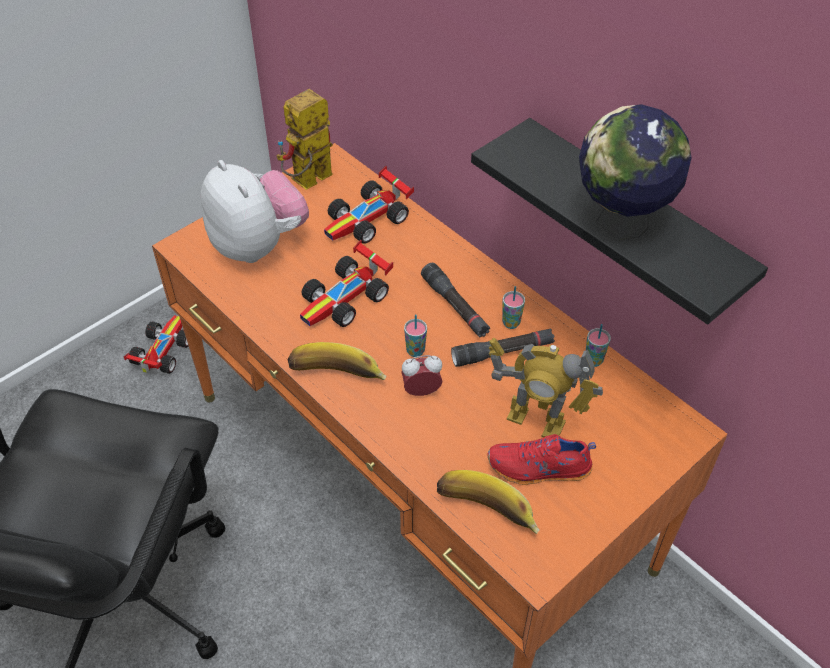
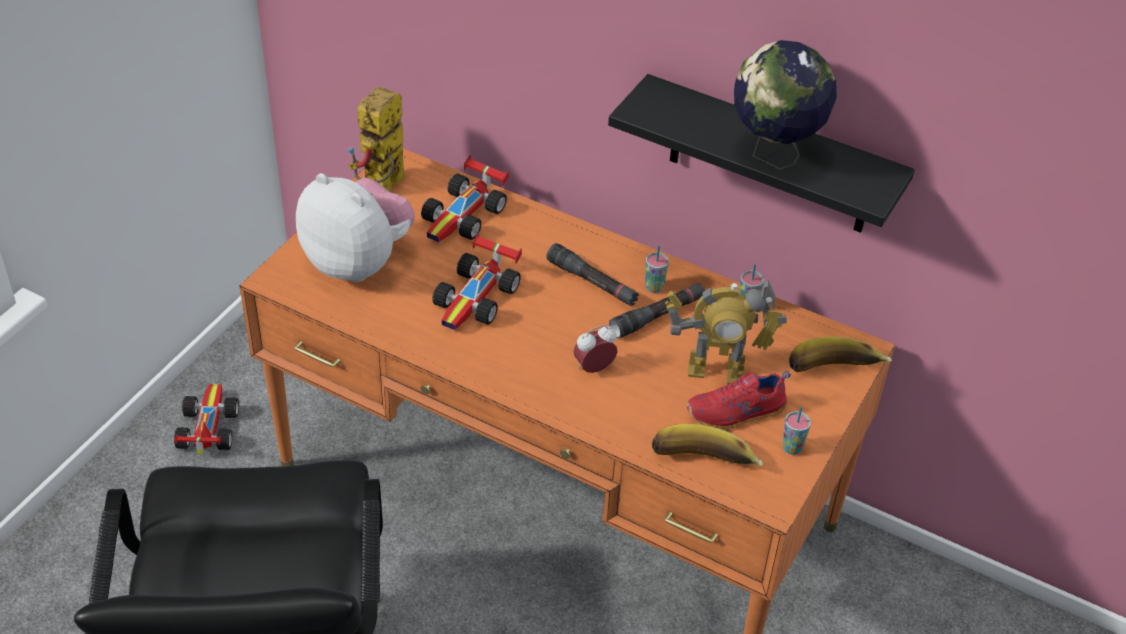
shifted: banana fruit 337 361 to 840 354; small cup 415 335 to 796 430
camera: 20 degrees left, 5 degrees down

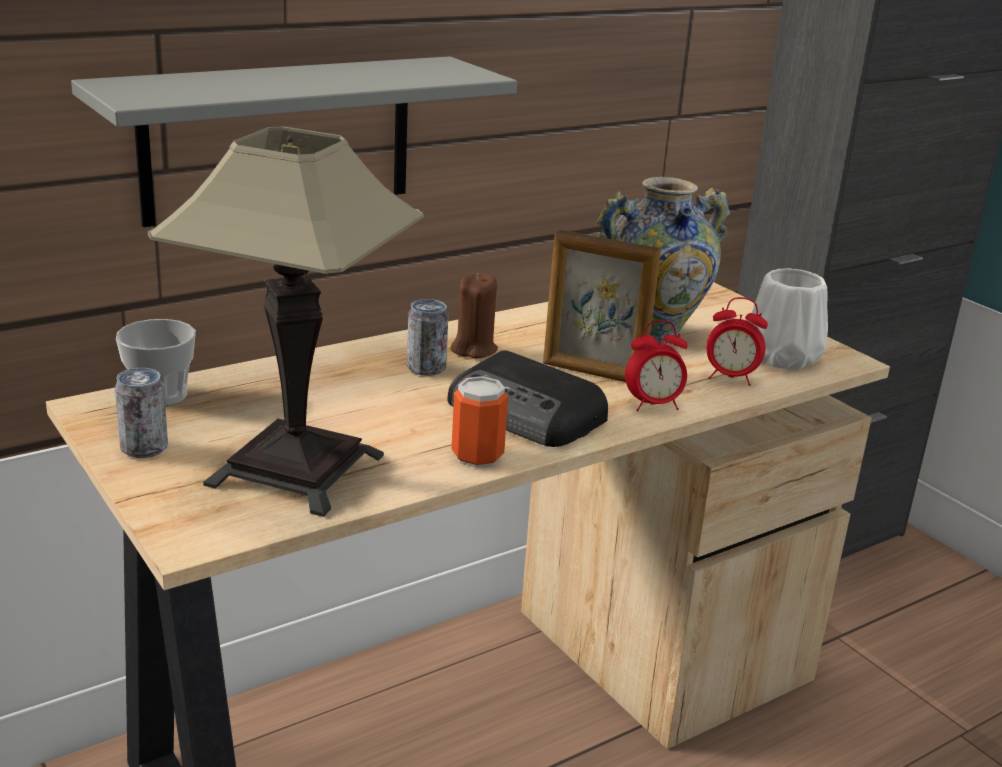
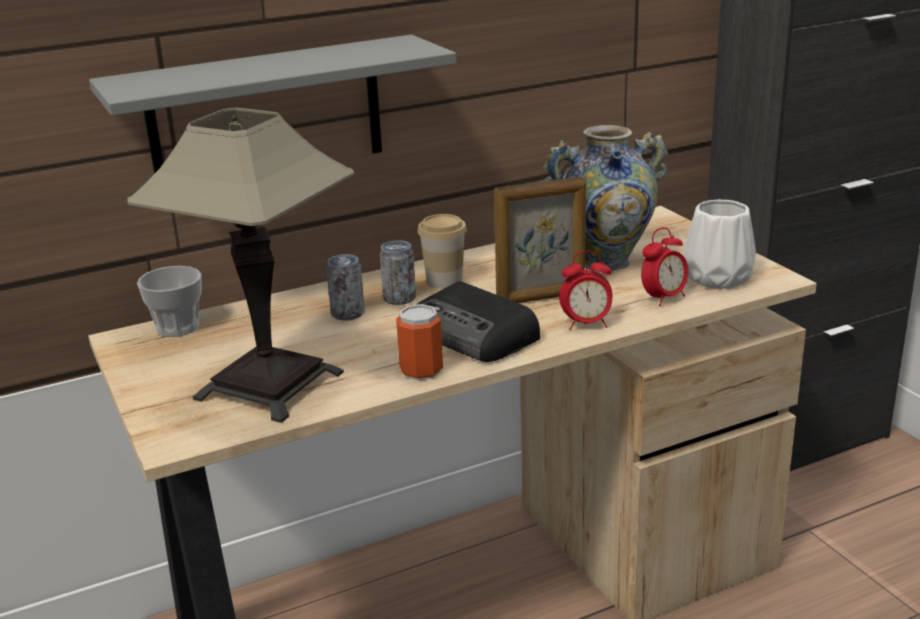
shifted: sealed can 141 413 to 345 287
swapped: wax light/brown 474 315 to small cup 442 251
rotated: photo frame 602 306 = 540 240 45 degrees counterclockwise; table clock 737 341 = 664 266 60 degrees counterclockwise
camera: 10 degrees right, 0 degrees up

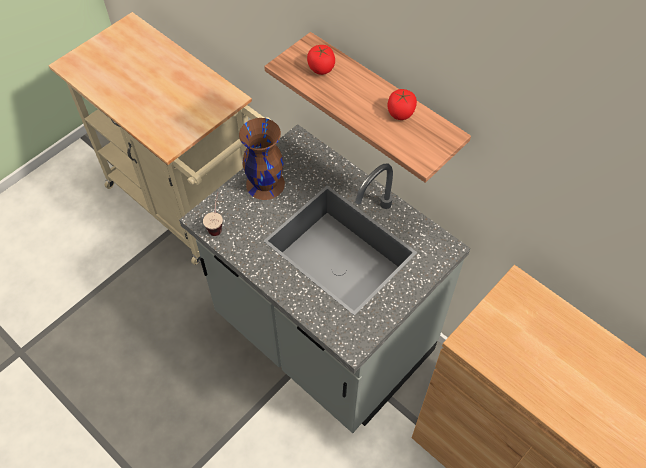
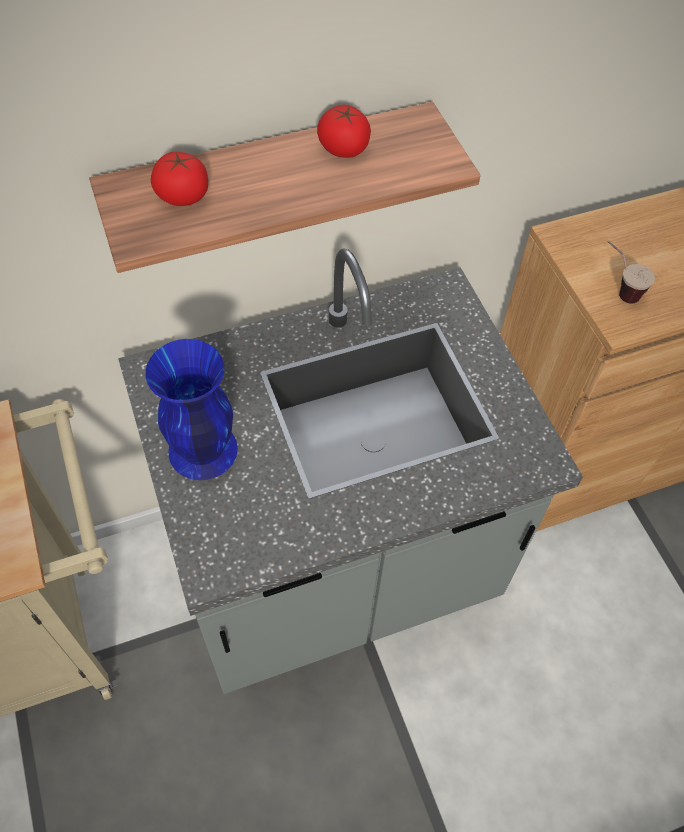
shifted: small cup 213 214 to 631 272
repainted: vase/brown 262 159 to vase/blue-coloured 191 409
camera: 65 degrees left, 0 degrees up

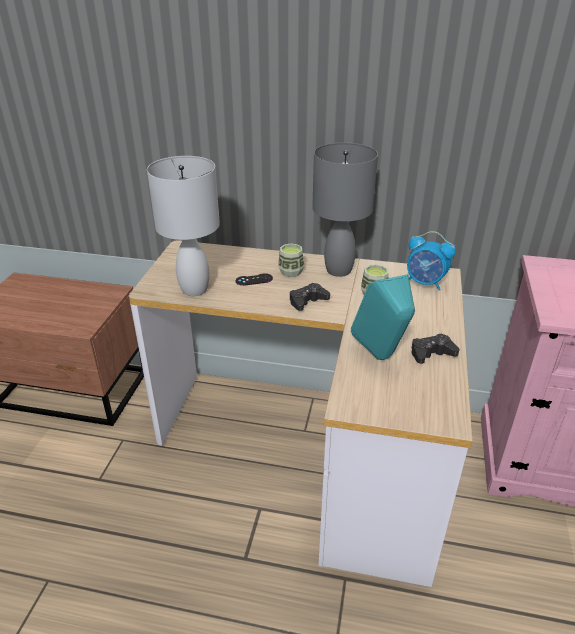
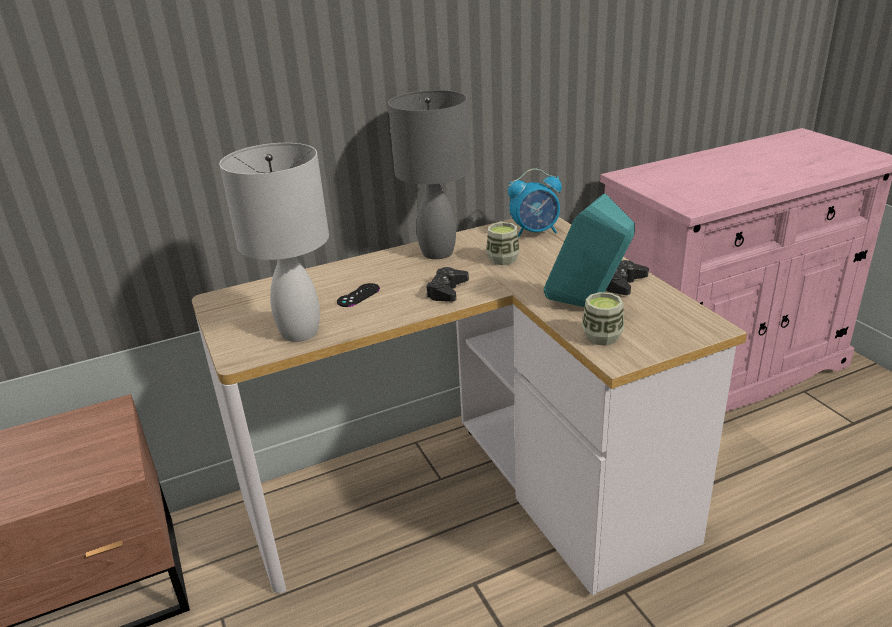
shifted: small cup 291 260 to 603 319
camera: 35 degrees left, 5 degrees down

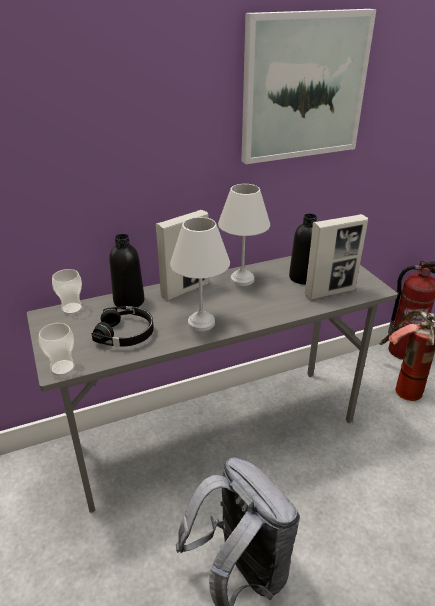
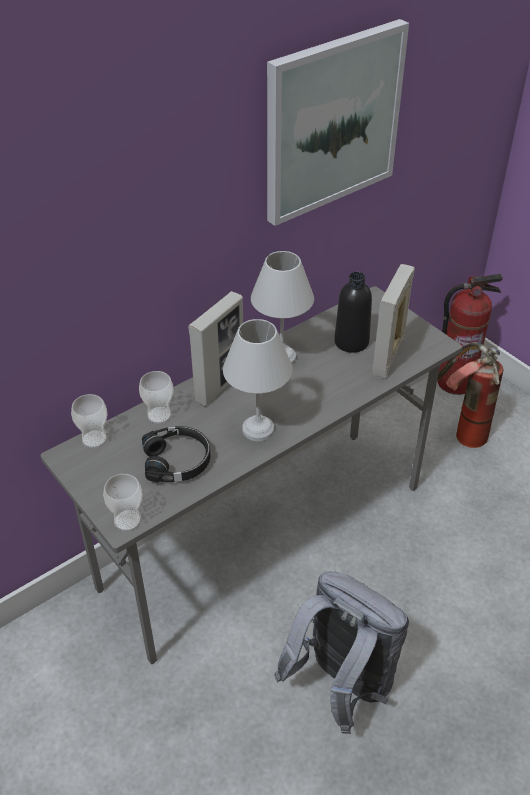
swapped: beverage bottle/black 127 271 to small cup 156 397
rotated: photo frame 336 257 = 393 321 150 degrees clockwise
camera: 15 degrees left, 10 degrees up

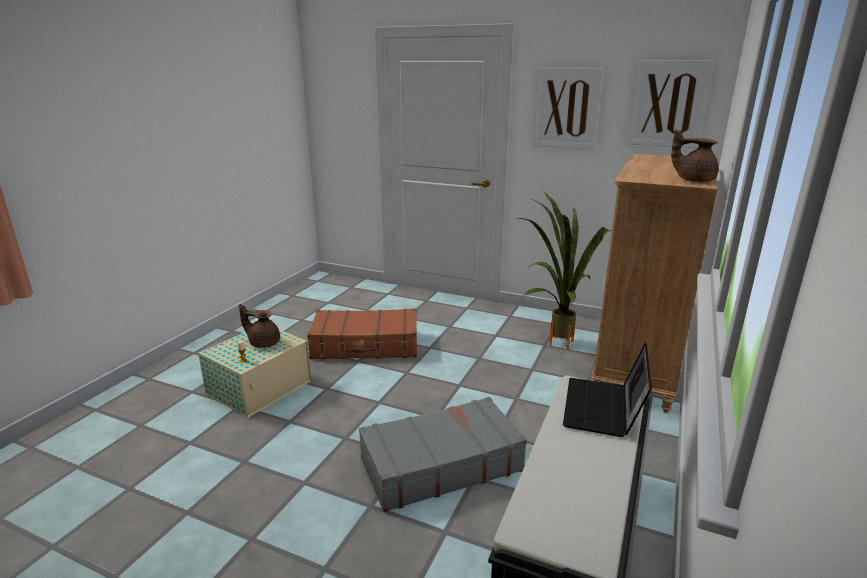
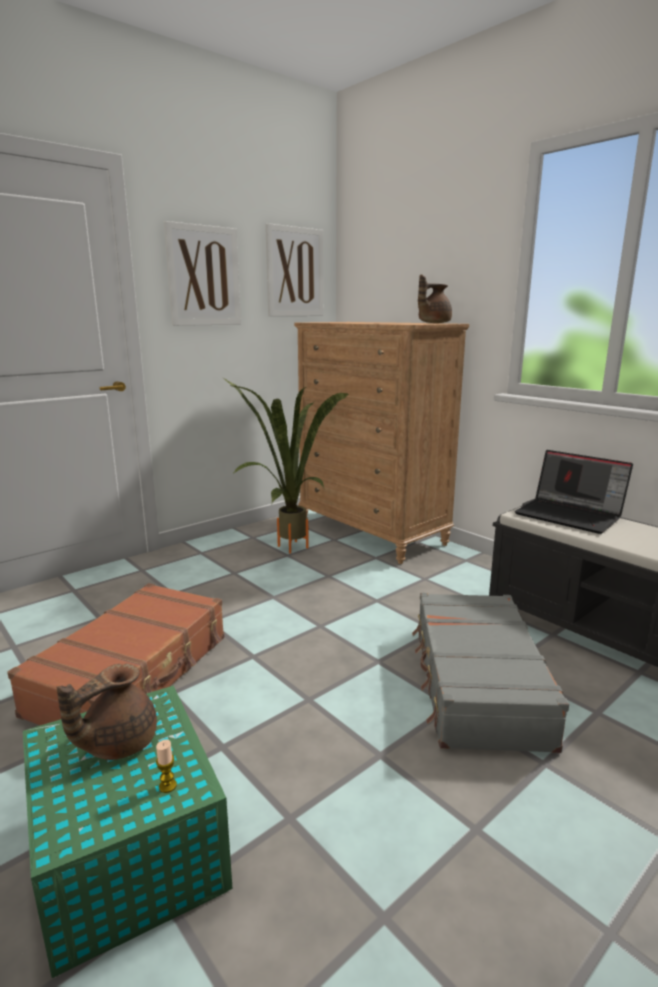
repainted: storage bin/beige-coloured 254 374 to storage bin/greenish 128 831
camera: 65 degrees left, 5 degrees down

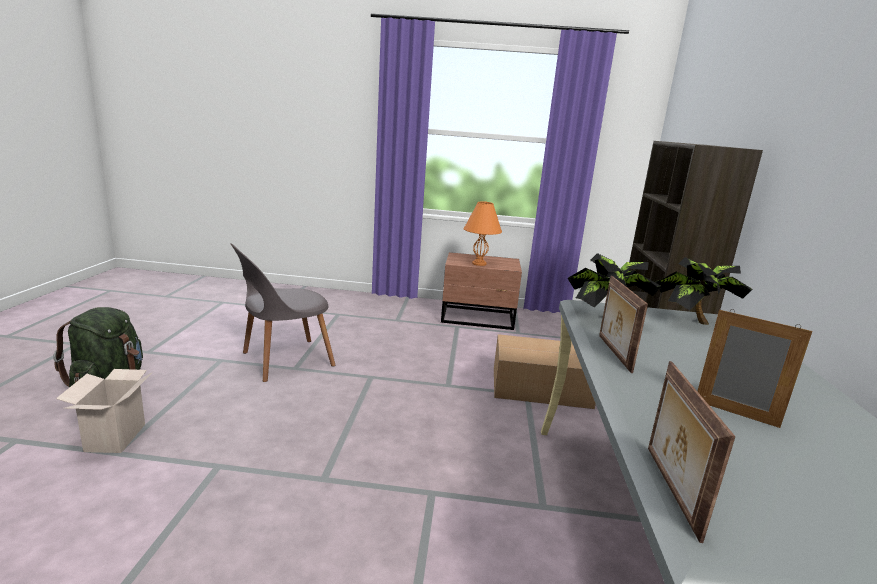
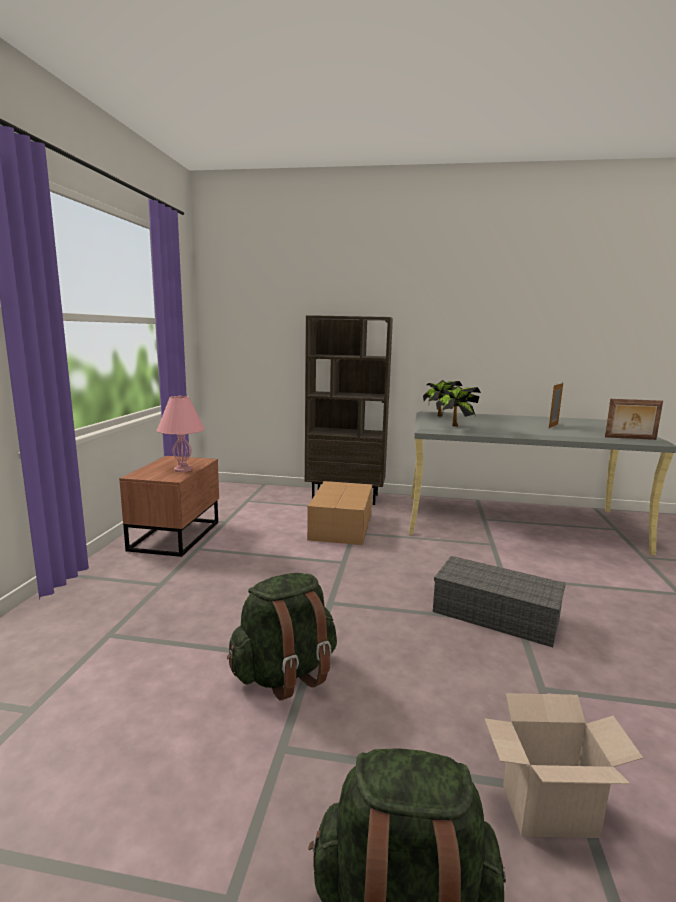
gone: photo frame 623 324
new: storage bin/greyish 499 601
swapped: plain chair/greyish 283 312 to knapsack/greenish 282 637
repainted: table lamp/orangey 483 233 to table lamp/pinkish 180 433
camera: 85 degrees left, 5 degrees down

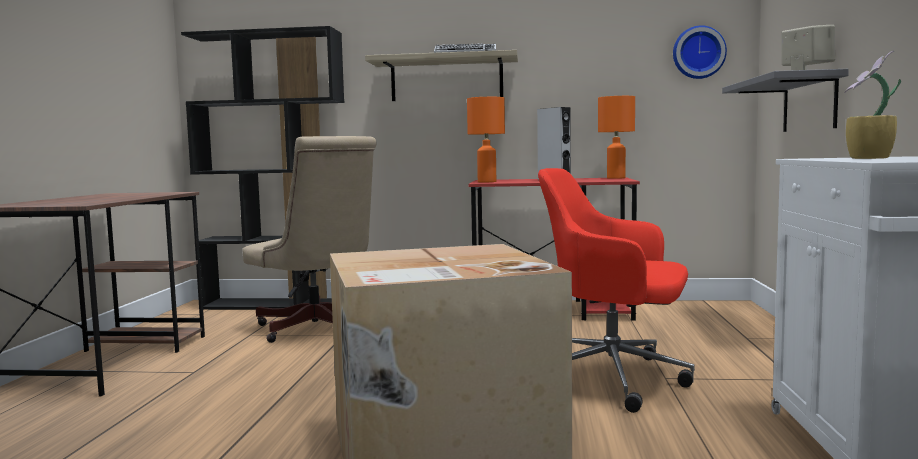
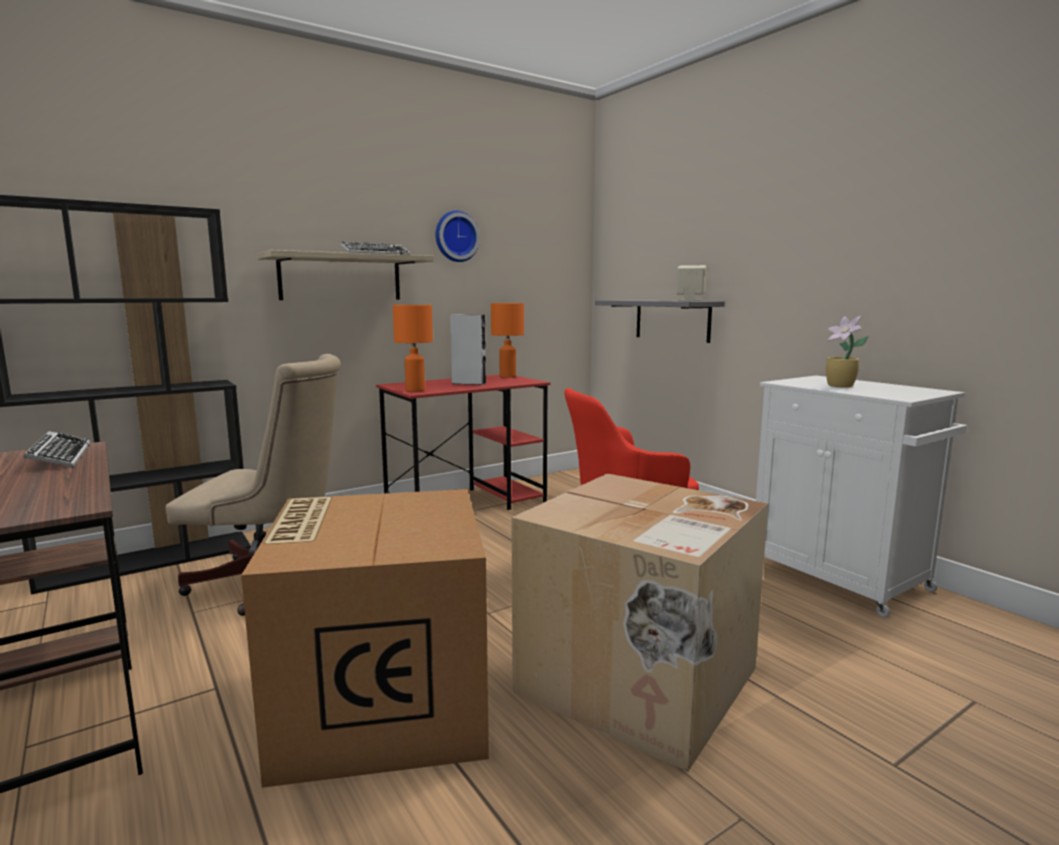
new: computer keyboard 57 449; packing box 365 638
shifted: wall clock 700 52 to 458 236
camera: 40 degrees left, 5 degrees up

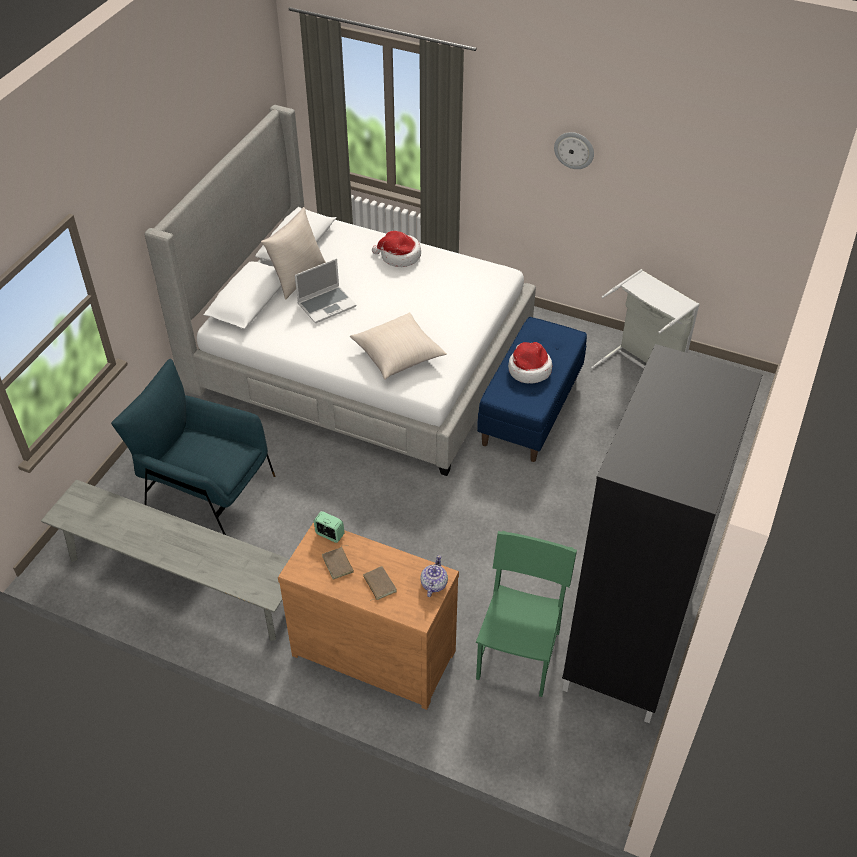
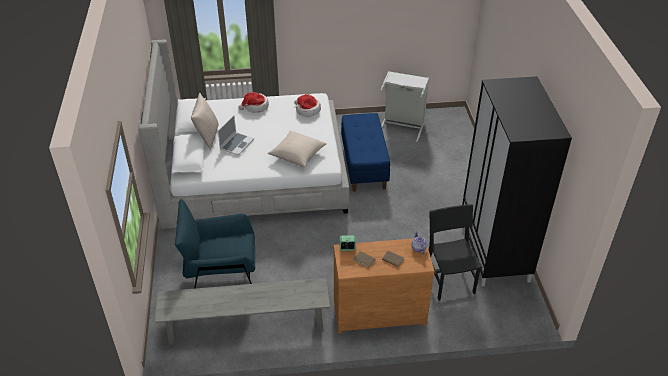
gone: wall clock 574 150
shifted: clothing hat 530 362 to 308 105
repainted: plain chair/greenish 526 614 to plain chair/black 455 252
camera: 30 degrees left, 5 degrees down

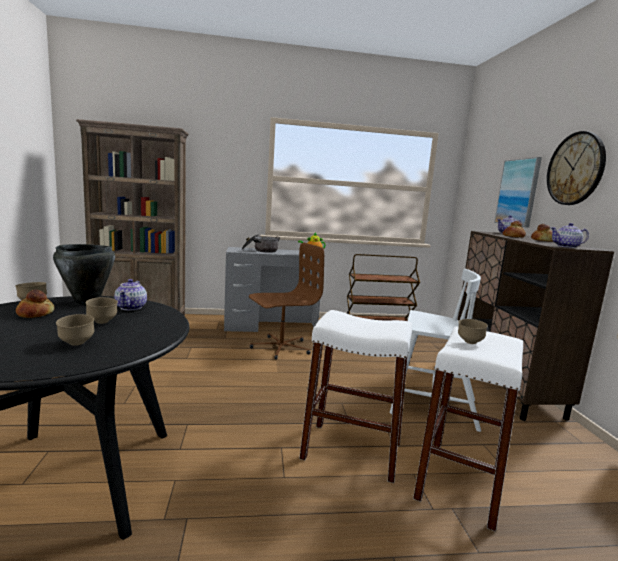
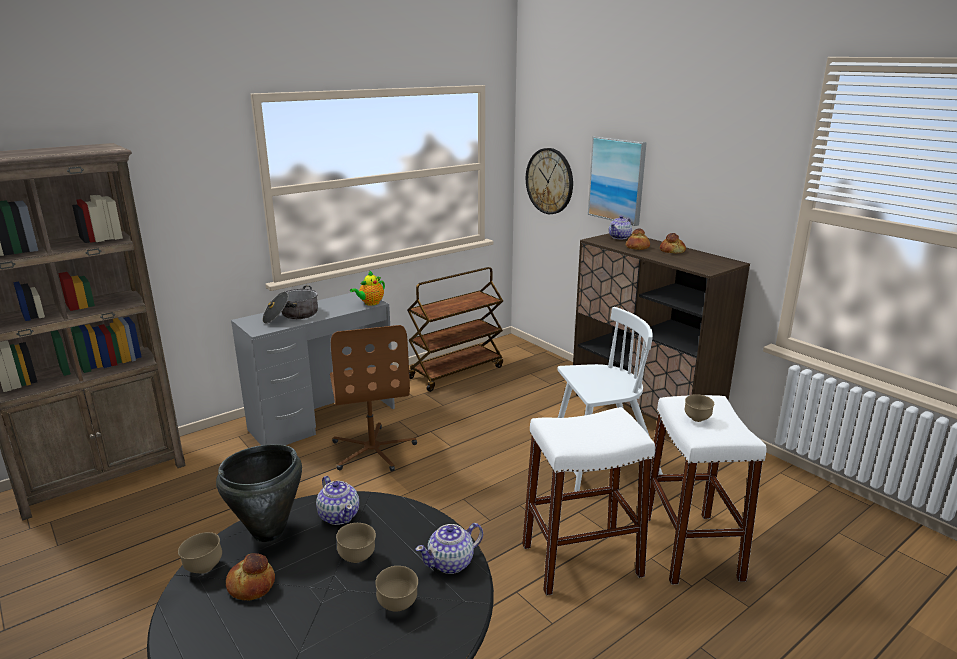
shifted: wall clock 576 168 to 549 181; teapot 569 235 to 449 548
rotated: office chair/brown 286 301 = 373 398 135 degrees clockwise
camera: 30 degrees left, 10 degrees up

